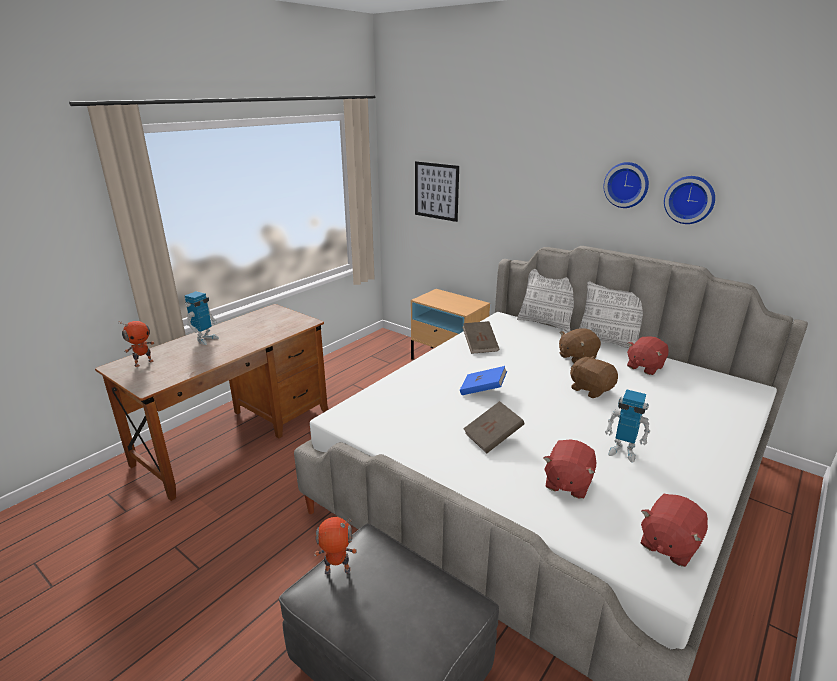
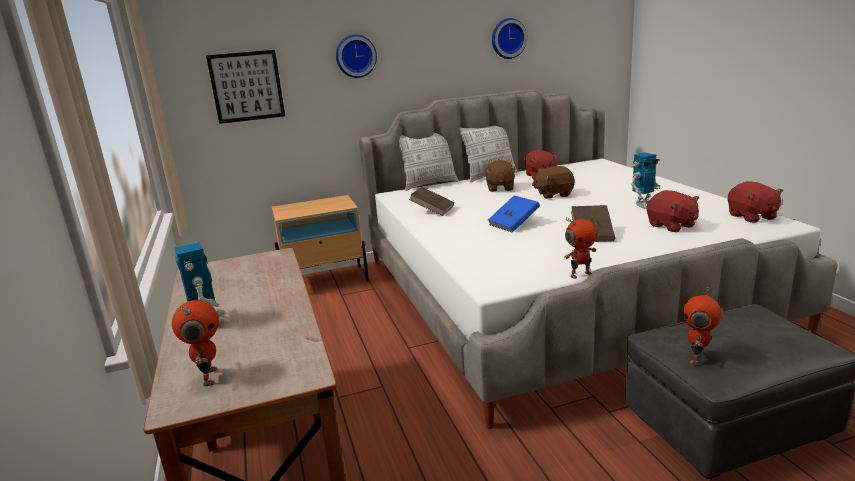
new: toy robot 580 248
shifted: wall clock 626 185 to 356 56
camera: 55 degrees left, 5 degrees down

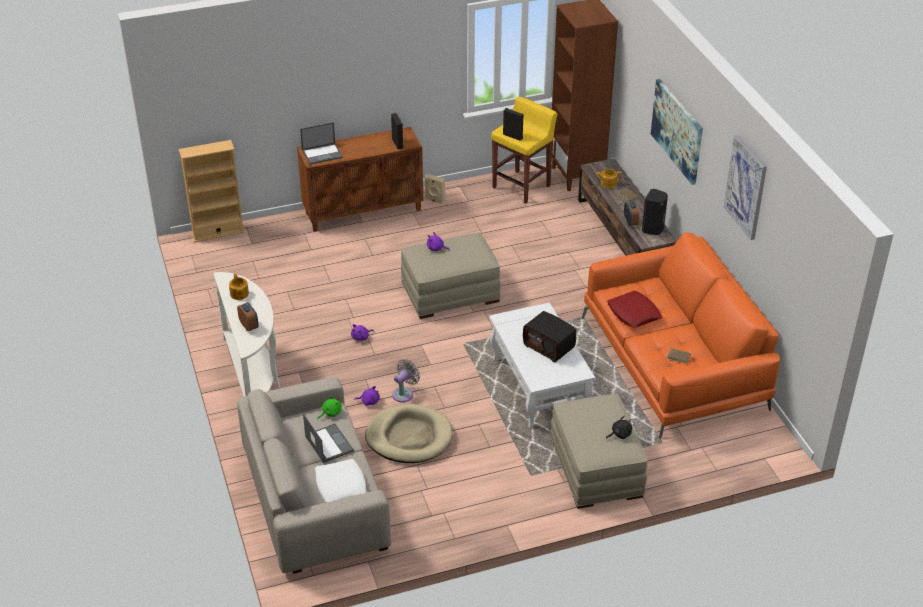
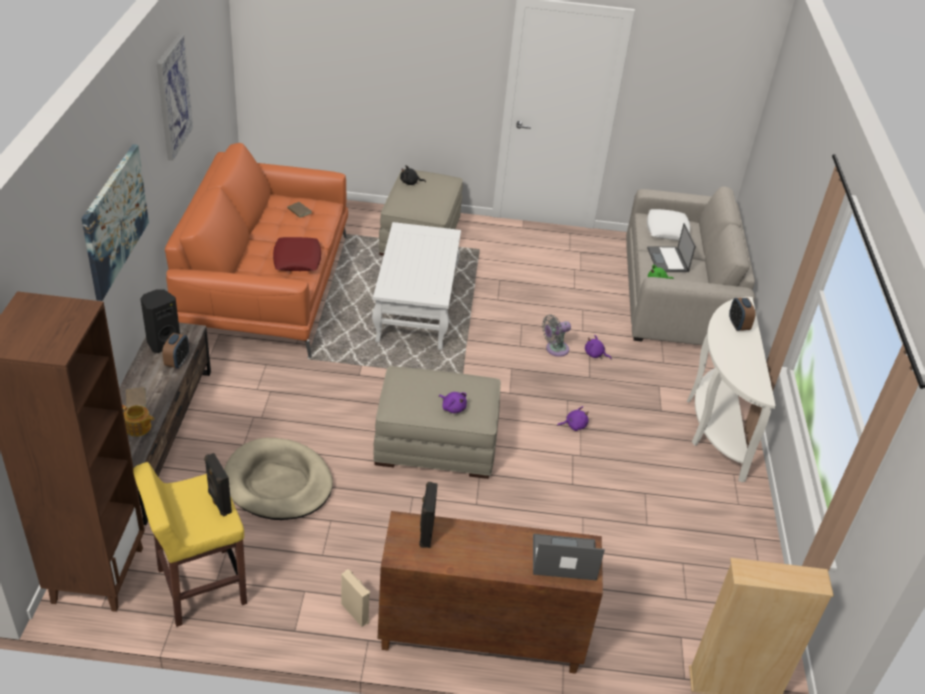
gone: teapot 239 287; radio set 549 336
shifted: pet bed/beige-coloured 409 433 to 278 479
camera: 160 degrees left, 0 degrees up

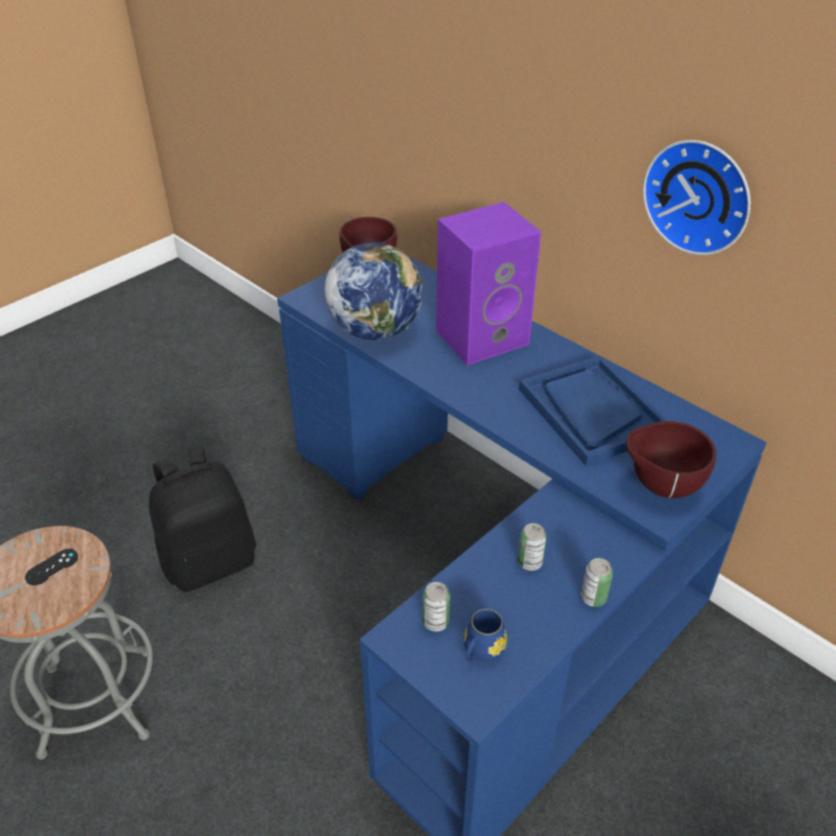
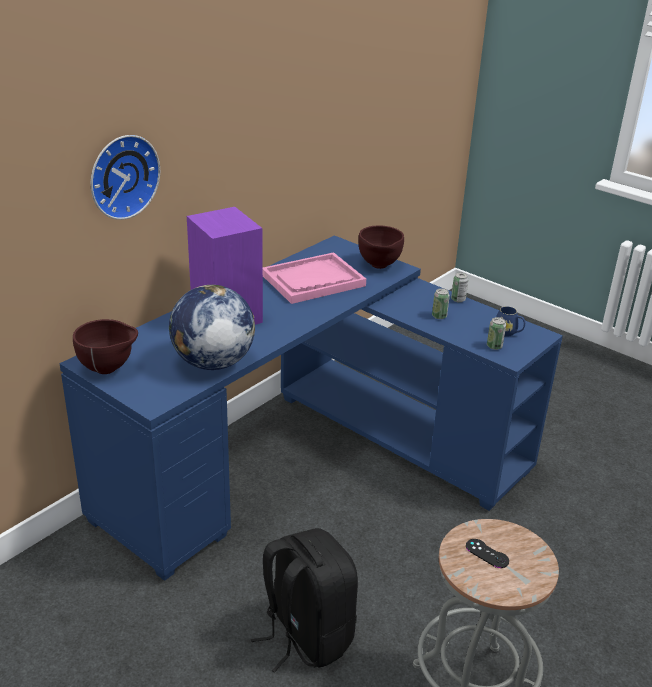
shifted: wall clock 697 197 to 125 177
repainted: serving tray/blue-coloured 593 411 to serving tray/pinkish 314 278
camera: 95 degrees left, 10 degrees down

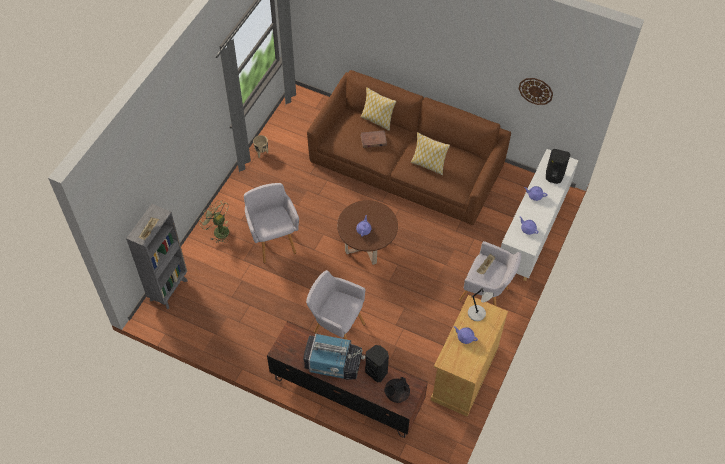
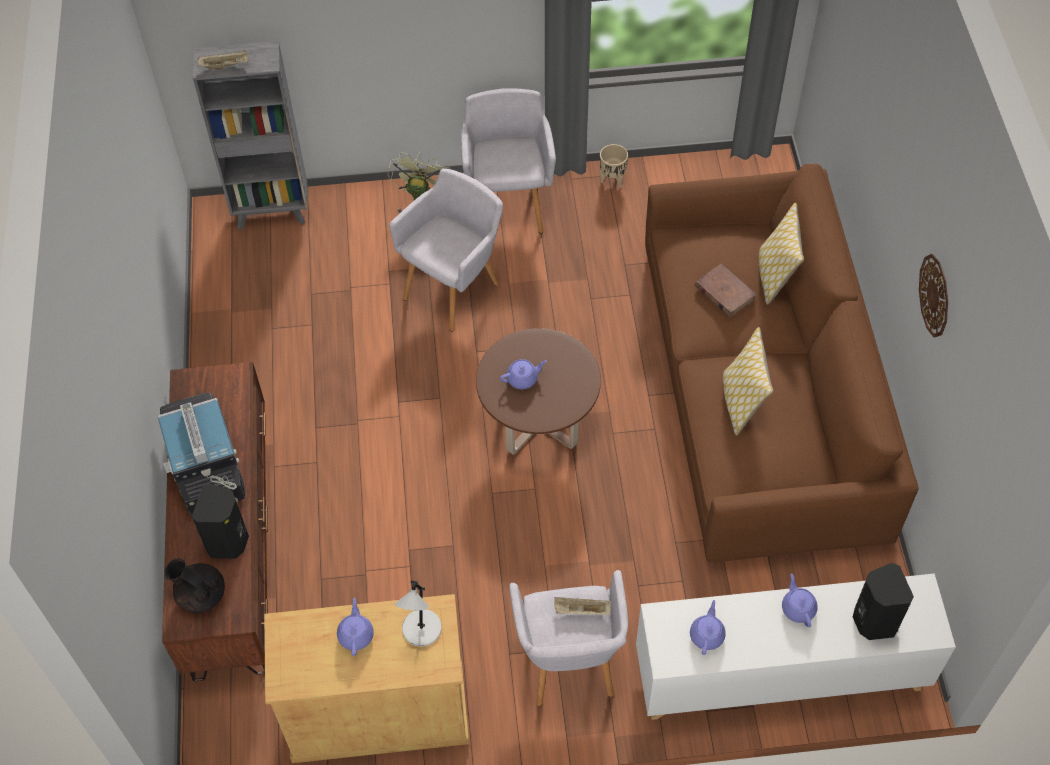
shifted: armchair/greyish 335 305 to 508 160; wall clock 536 91 to 933 295
camera: 60 degrees right, 0 degrees up

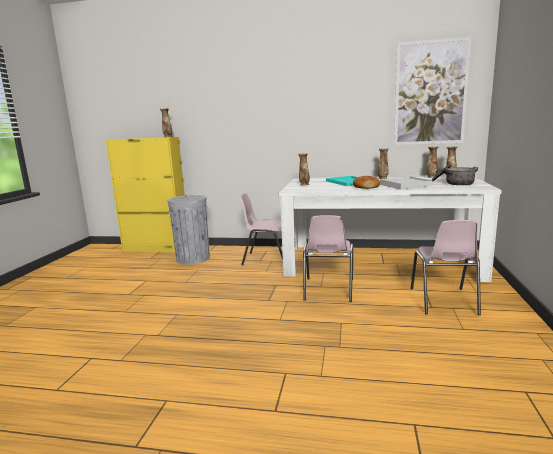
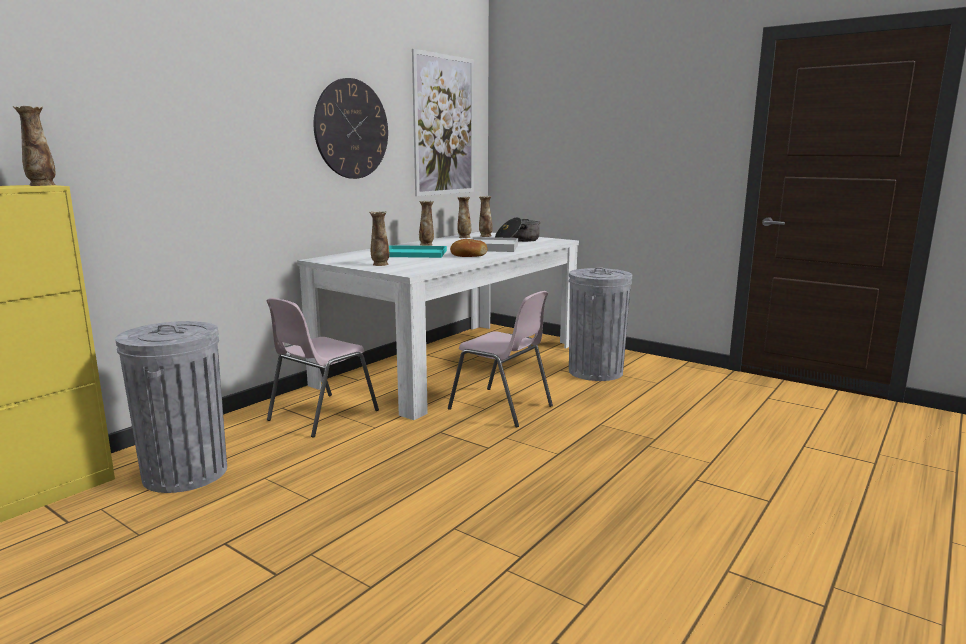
new: wall clock 351 128
swapped: plain chair/pinkish 445 267 to rubbish bin/greyish 600 324
camera: 65 degrees left, 0 degrees up

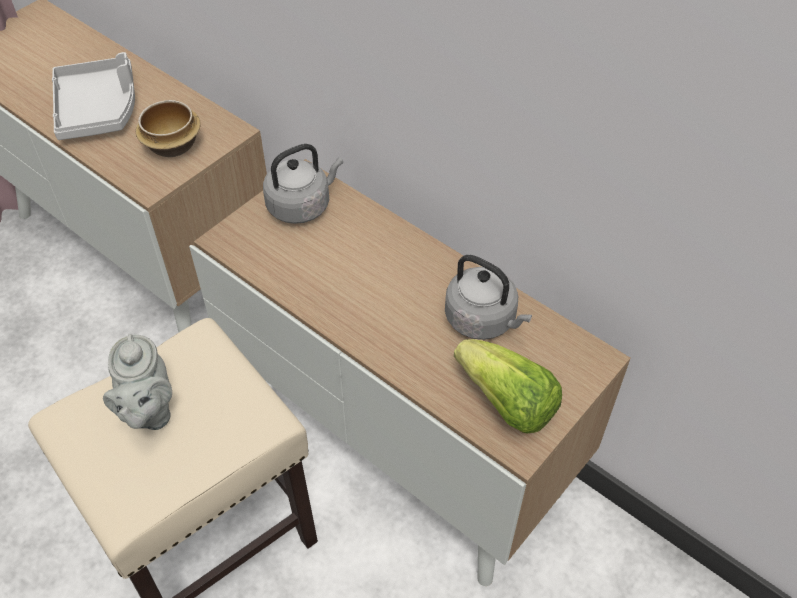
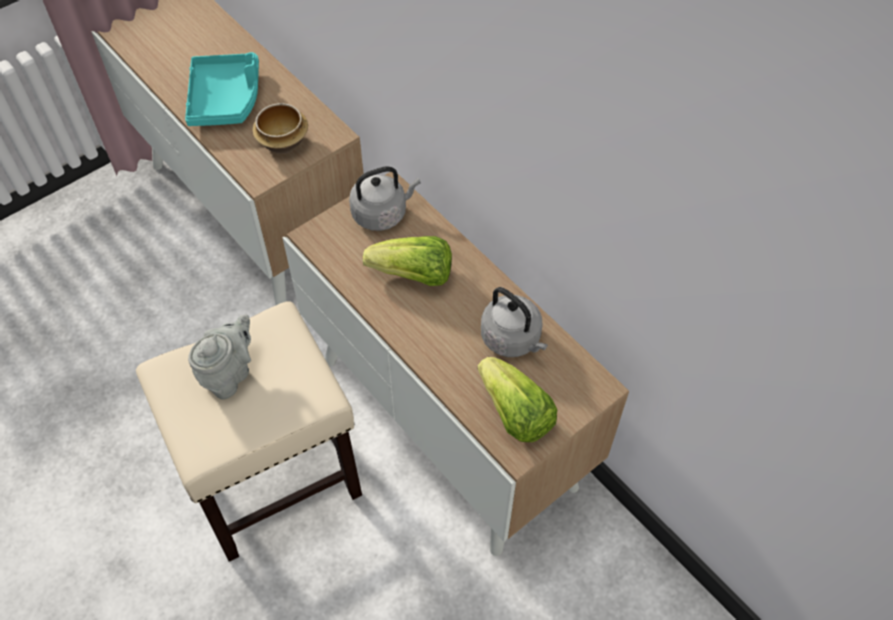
new: head of lettuce 407 261
repainted: serving tray/greyish 93 96 to serving tray/blue-green 222 89
rotated: teapot/greyish 137 382 = 219 357 150 degrees counterclockwise
camera: 10 degrees right, 5 degrees up

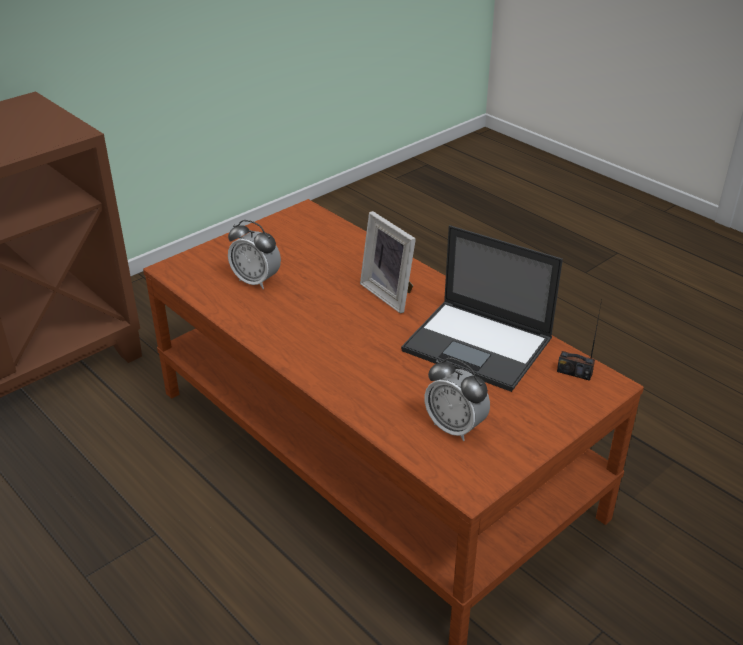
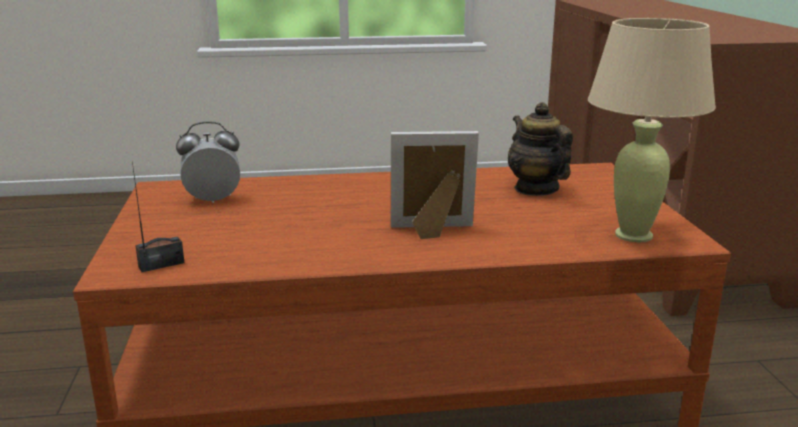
gone: laptop 482 308
new: table lamp/beige-coloured 652 130
swapped: table clock 254 254 to teapot 540 149
camera: 125 degrees right, 15 degrees down

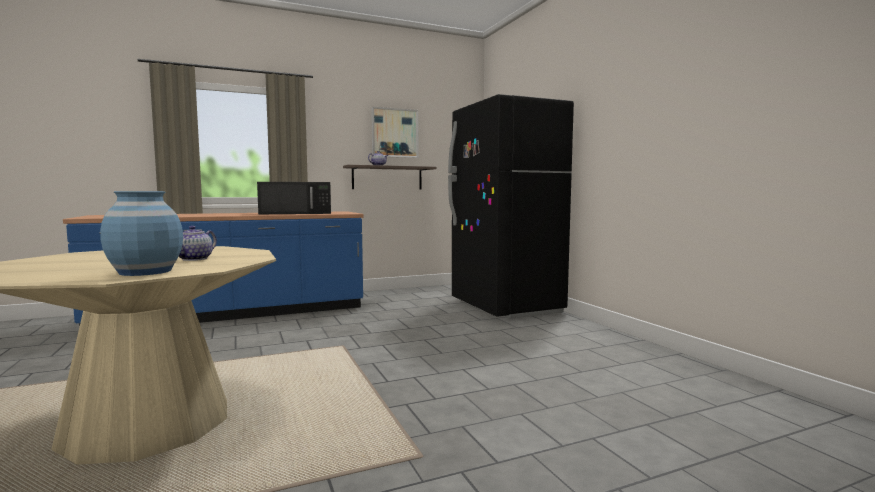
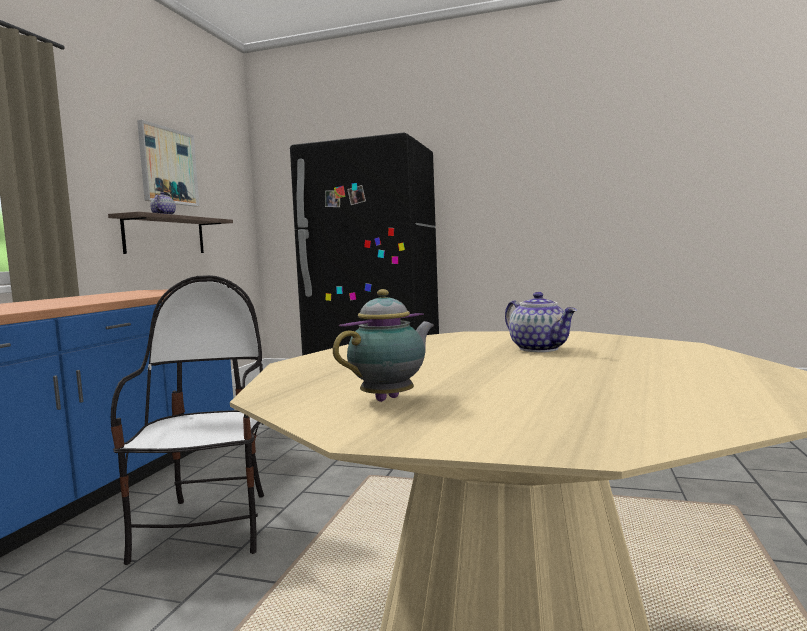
gone: vase/blue-coloured 141 233; microwave oven/black 294 198
new: plain chair 187 420; teapot 383 345
camera: 50 degrees left, 0 degrees up

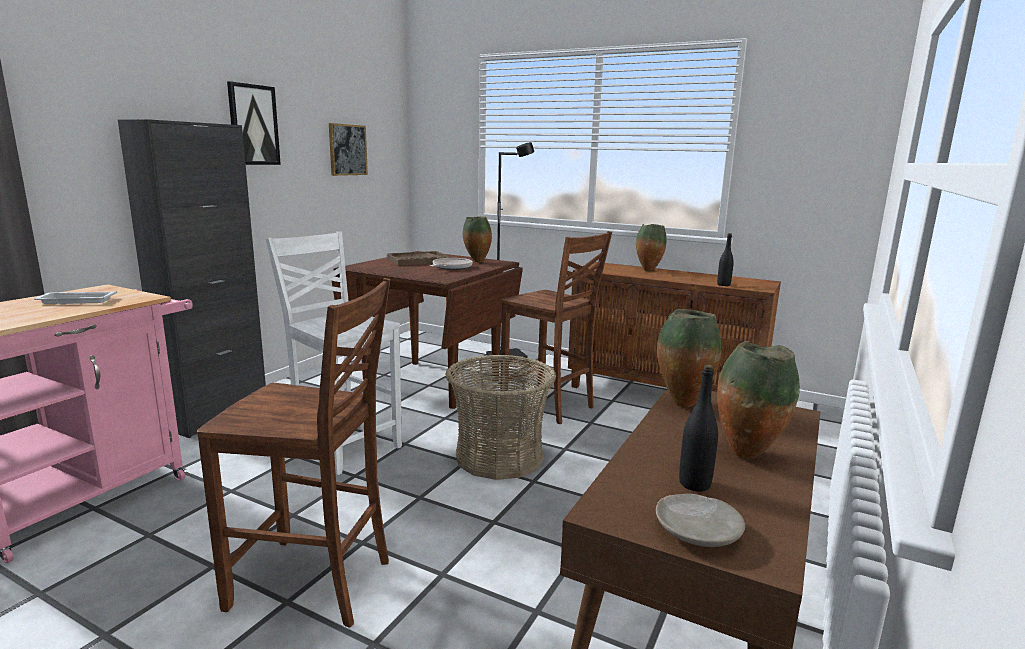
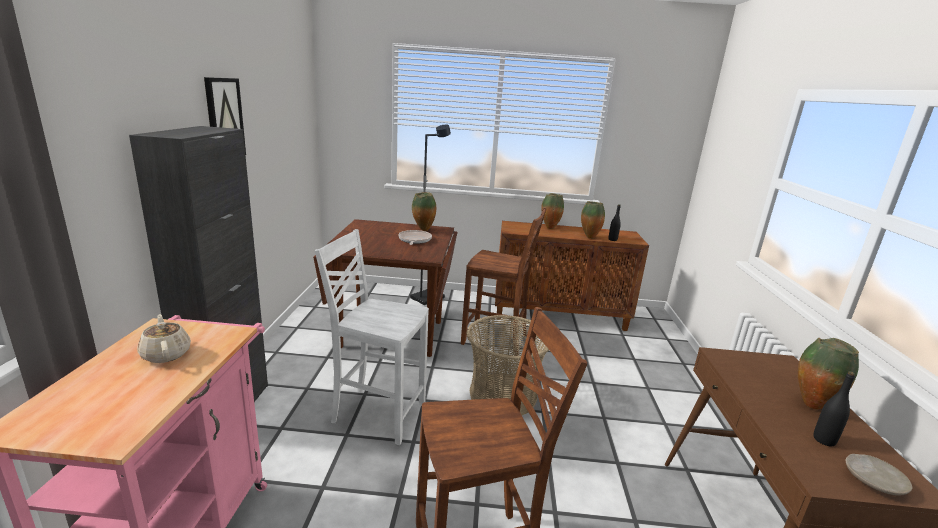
gone: picture 348 149; serving tray/brown 419 258
shifted: vase 689 358 to 593 220
swapped: serving tray/white 75 297 to teapot/beige-coloured 164 338
camera: 25 degrees left, 5 degrees up

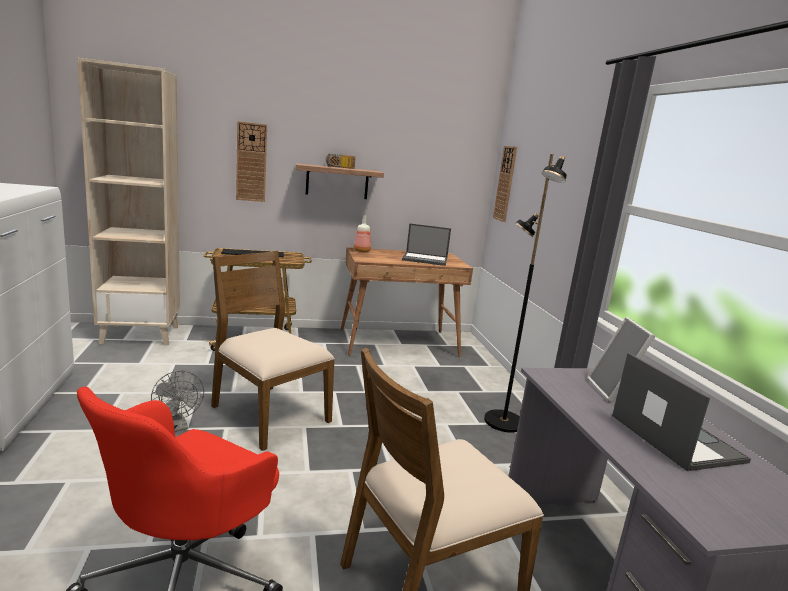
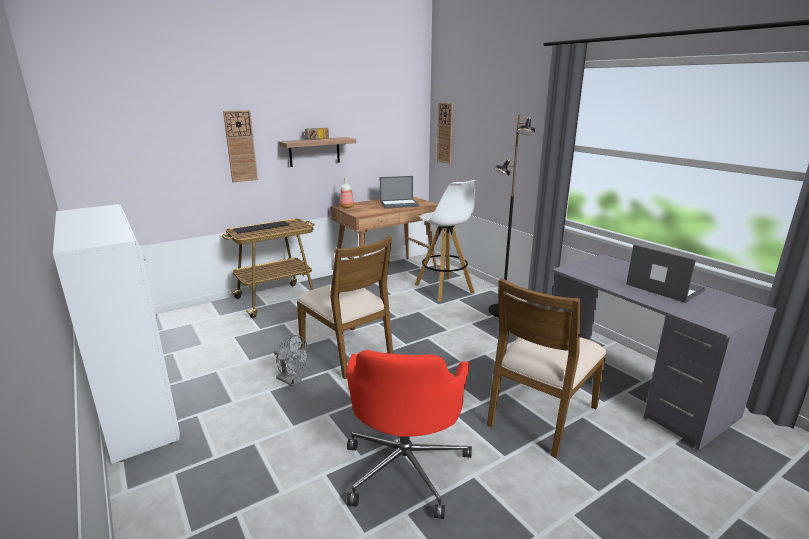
gone: bookshelf/beige-coloured 129 201; photo frame 621 359
new: stool seat/white 445 241
rotated: plain chair/brown 273 351 = 345 307 150 degrees counterclockwise
camera: 20 degrees left, 5 degrees up

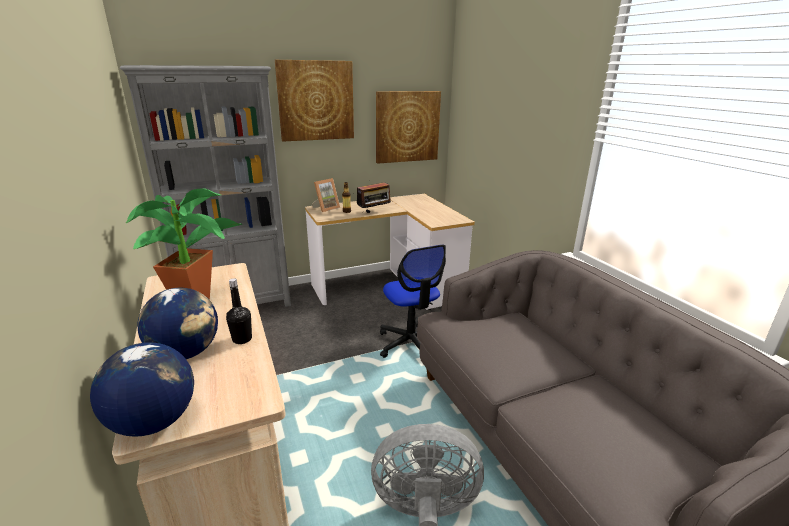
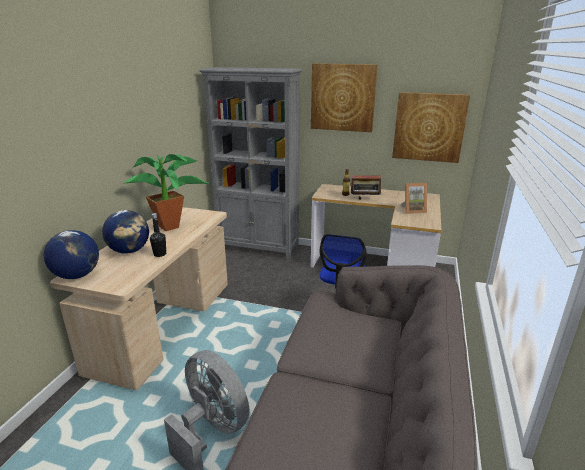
shifted: photo frame 326 195 to 414 198
camera: 40 degrees right, 0 degrees up

